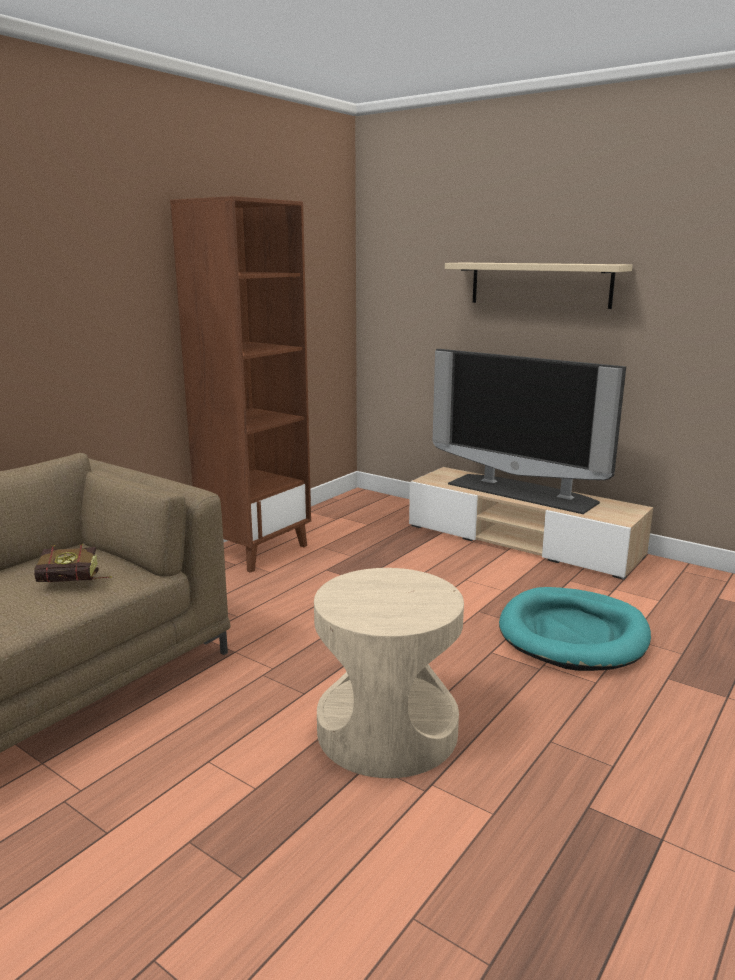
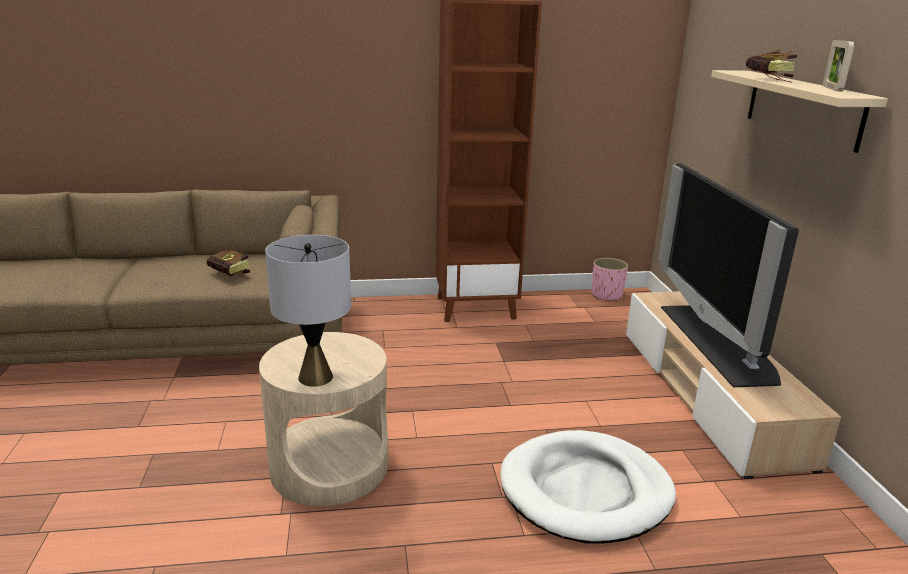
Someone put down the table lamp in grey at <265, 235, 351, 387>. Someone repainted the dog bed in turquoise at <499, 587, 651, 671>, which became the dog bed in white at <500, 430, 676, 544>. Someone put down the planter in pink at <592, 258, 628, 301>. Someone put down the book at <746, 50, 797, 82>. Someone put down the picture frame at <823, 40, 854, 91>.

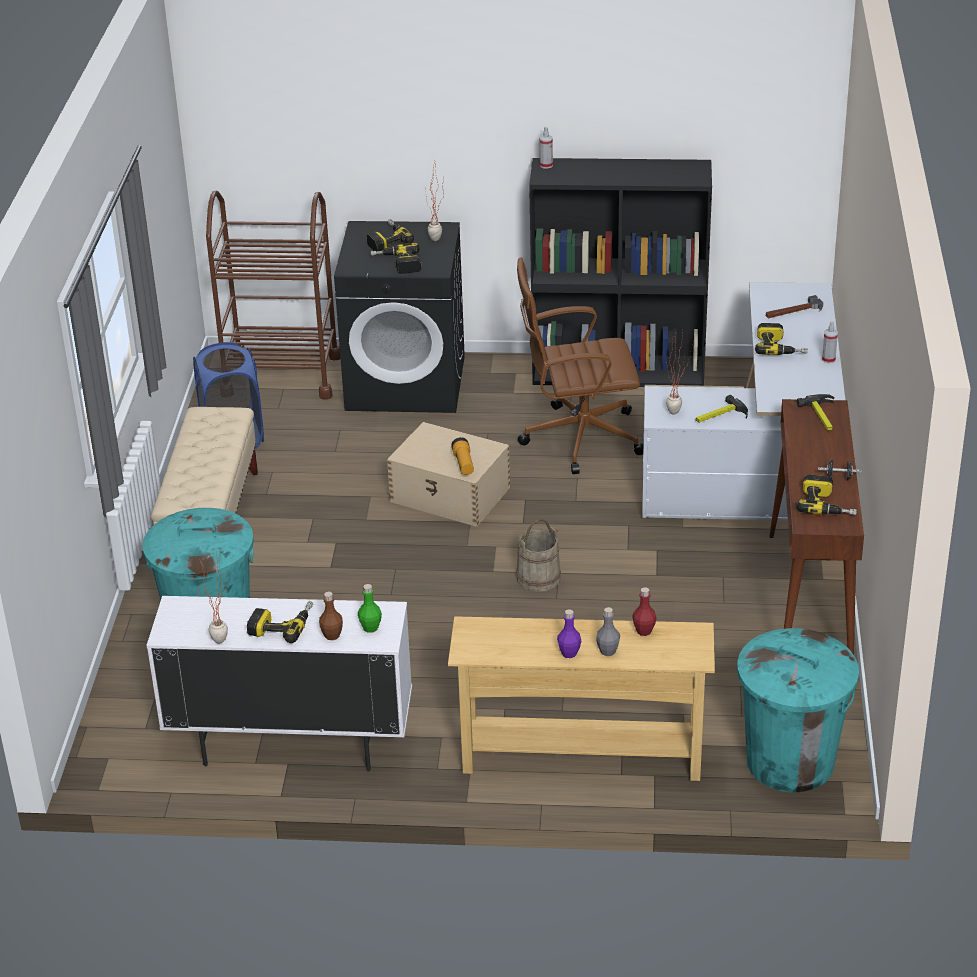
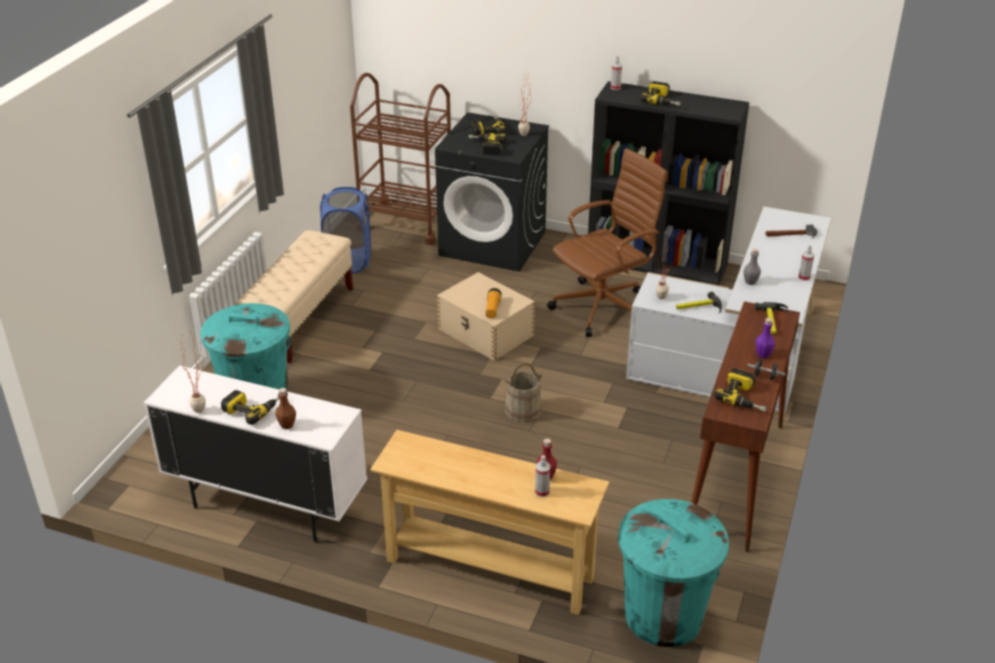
Someone put down the spray bottle at <535, 455, 550, 497>. Someone rotated the office chair in brown at <517, 257, 643, 474> by 135 degrees clockwise. Someone carried the power drill from <755, 323, 808, 355> to <640, 81, 681, 106>. Someone carried the bottle in grey from <596, 607, 620, 656> to <743, 248, 761, 285>. Someone carried the bottle in purple from <557, 609, 581, 658> to <756, 318, 775, 358>. Someone took away the bottle in green at <358, 584, 382, 633>.

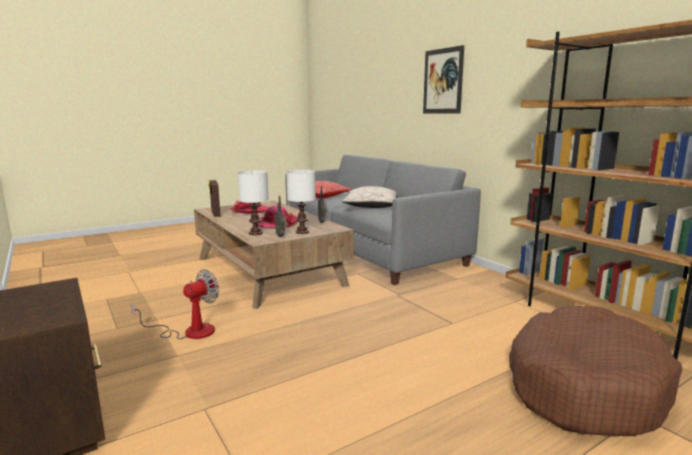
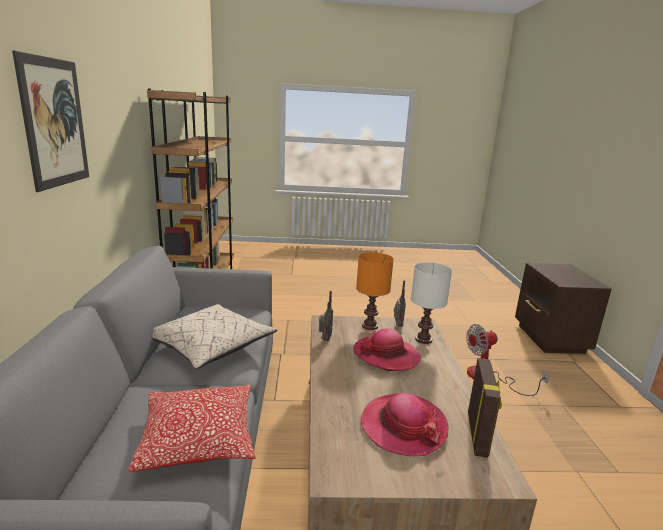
Someone repainted the table lamp in white at <286, 170, 316, 234>, which became the table lamp in orange at <356, 252, 394, 330>. Someone took away the dog bed in brown at <509, 306, 683, 436>.

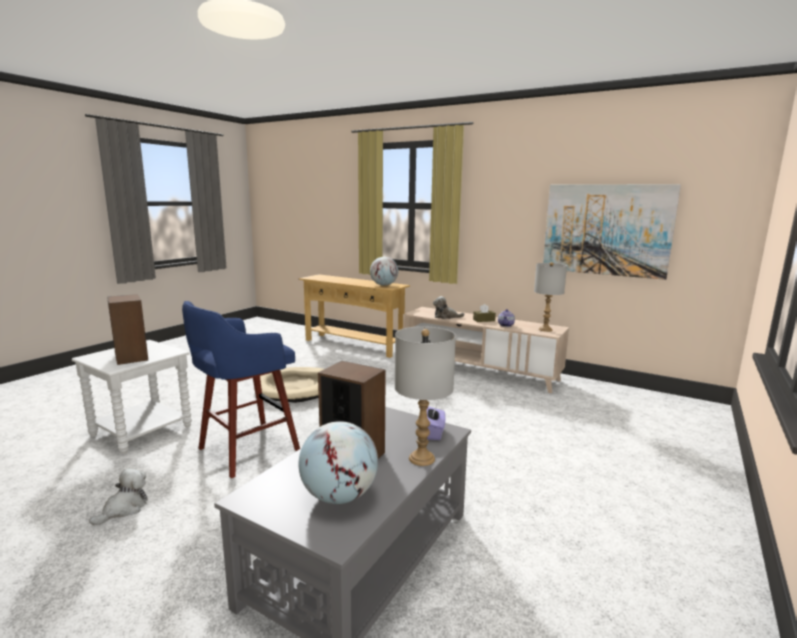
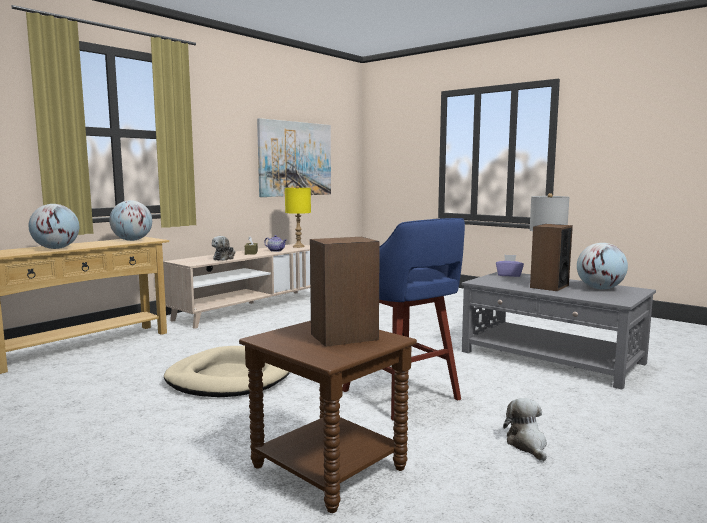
Someone put down the globe at <28, 204, 79, 249>. Someone repainted the side table in white at <72, 340, 192, 454>, which became the side table in brown at <239, 321, 417, 513>. Someone repainted the table lamp in grey at <534, 262, 567, 332>, which became the table lamp in yellow at <285, 186, 311, 248>. Someone rotated the plush toy at <89, 468, 148, 525> by 45 degrees clockwise.

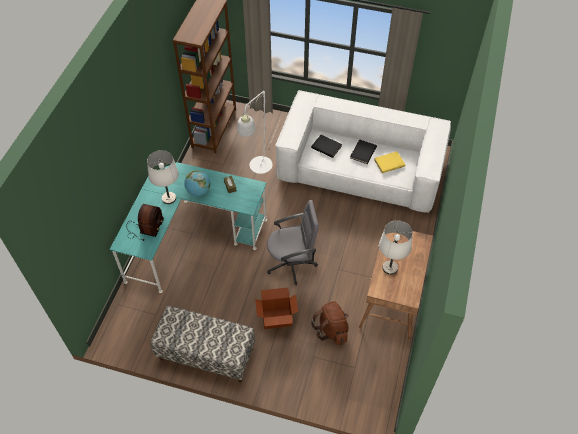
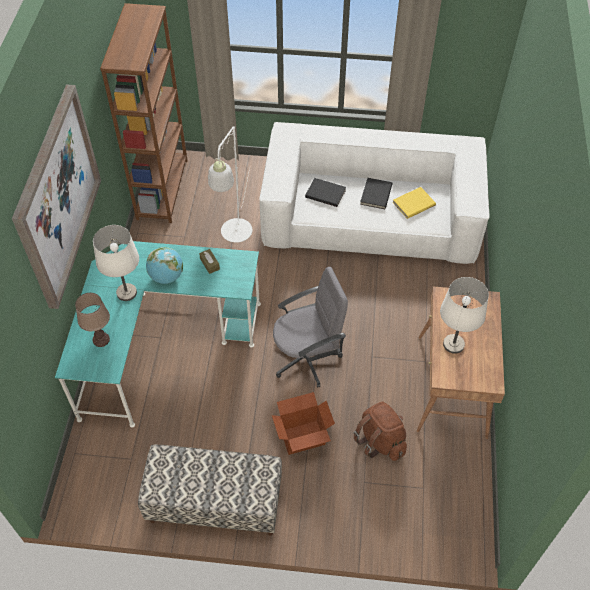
Someone put up the picture at <12, 84, 101, 309>. Someone swapped the radio at <126, 204, 164, 241> for the table lamp in brown at <75, 293, 110, 347>.

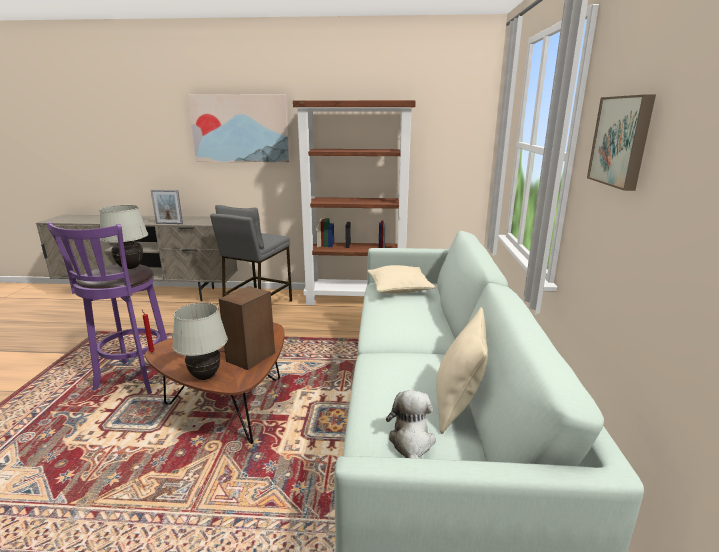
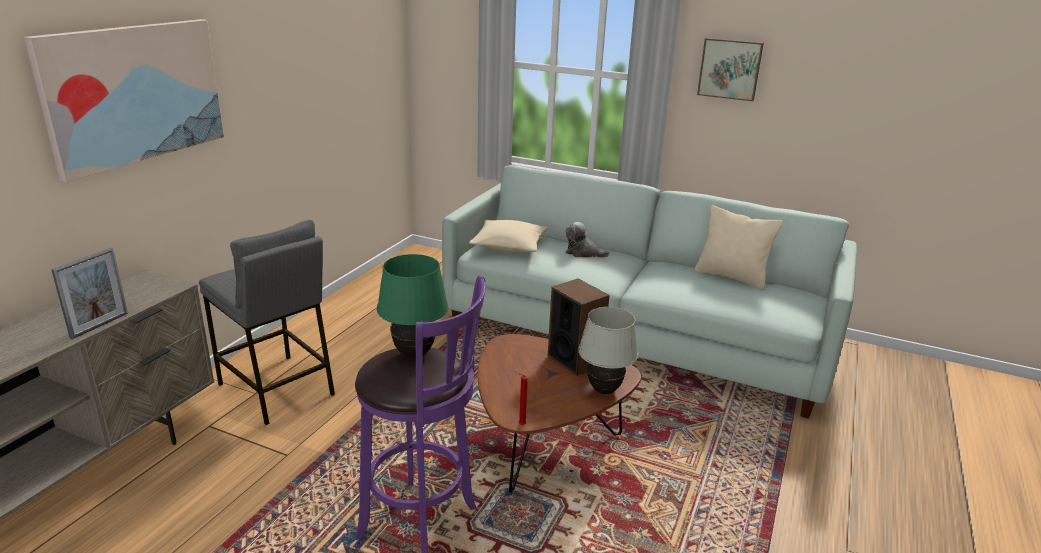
Someone repainted the table lamp in white at <100, 205, 148, 269>, which became the table lamp in green at <377, 254, 448, 359>. Someone carried the plush toy from <386, 390, 436, 458> to <565, 221, 610, 258>. Someone took away the bookcase in brown at <293, 100, 416, 305>.

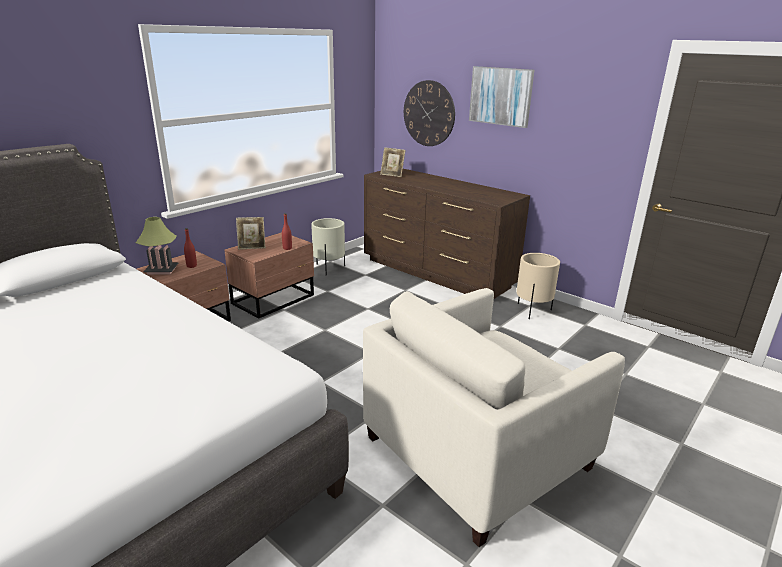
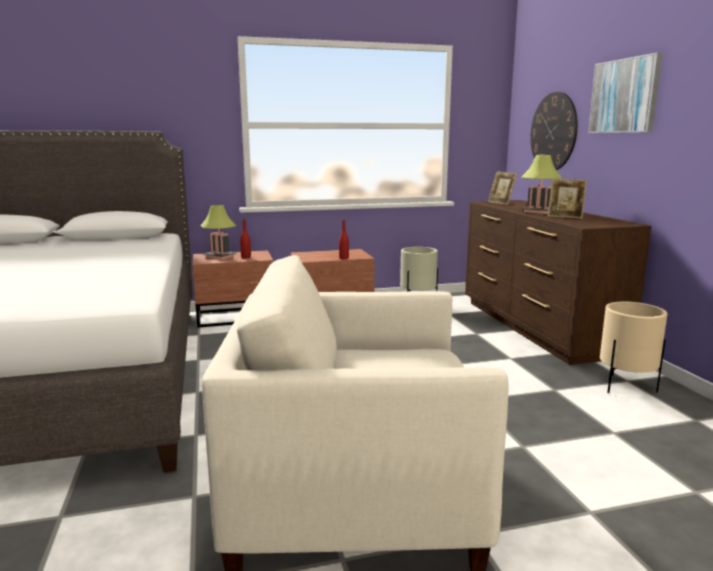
Someone put down the table lamp at <521, 155, 562, 214>. Someone carried the picture frame from <236, 217, 266, 250> to <548, 179, 587, 218>.

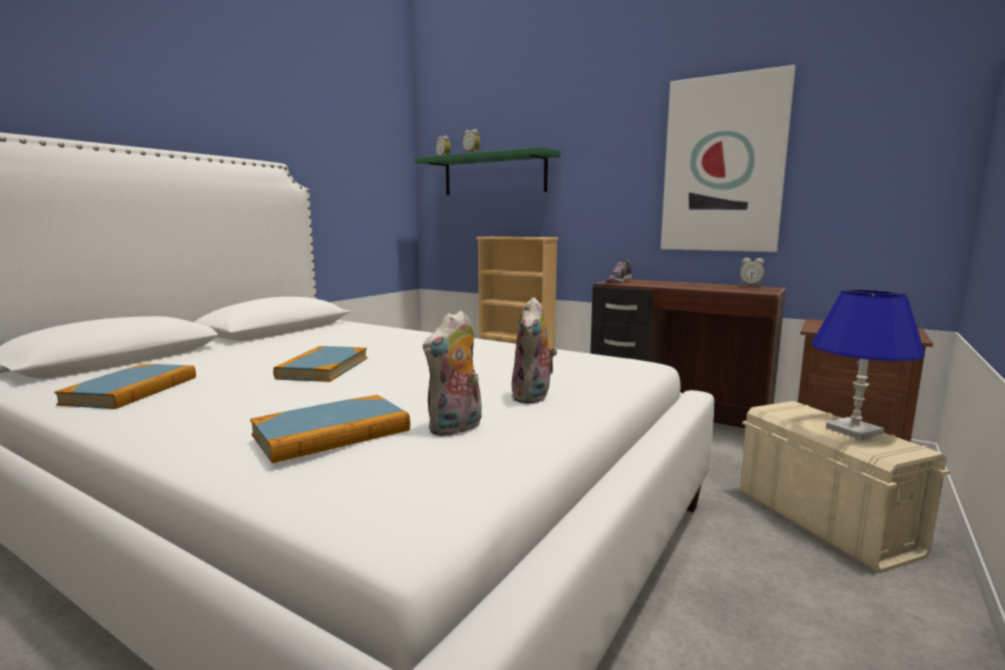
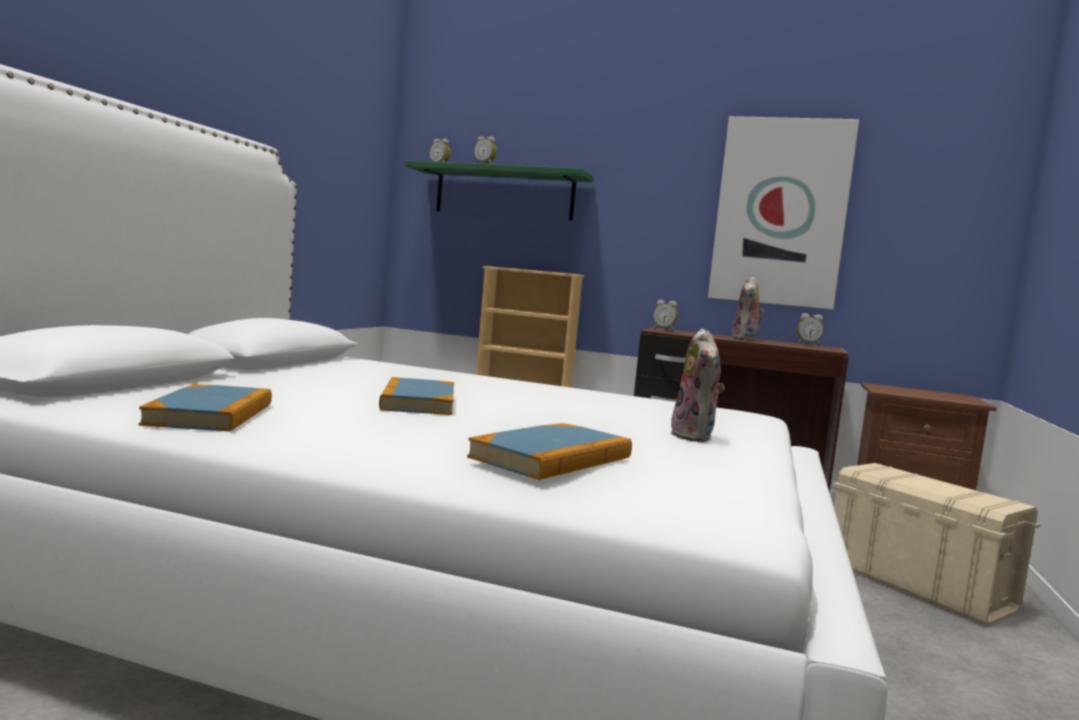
Someone swapped the shoe at <607, 260, 632, 282> for the alarm clock at <653, 300, 678, 331>. Someone carried the plush toy from <423, 310, 482, 436> to <731, 277, 764, 341>. Someone took away the table lamp in blue at <812, 290, 925, 440>.

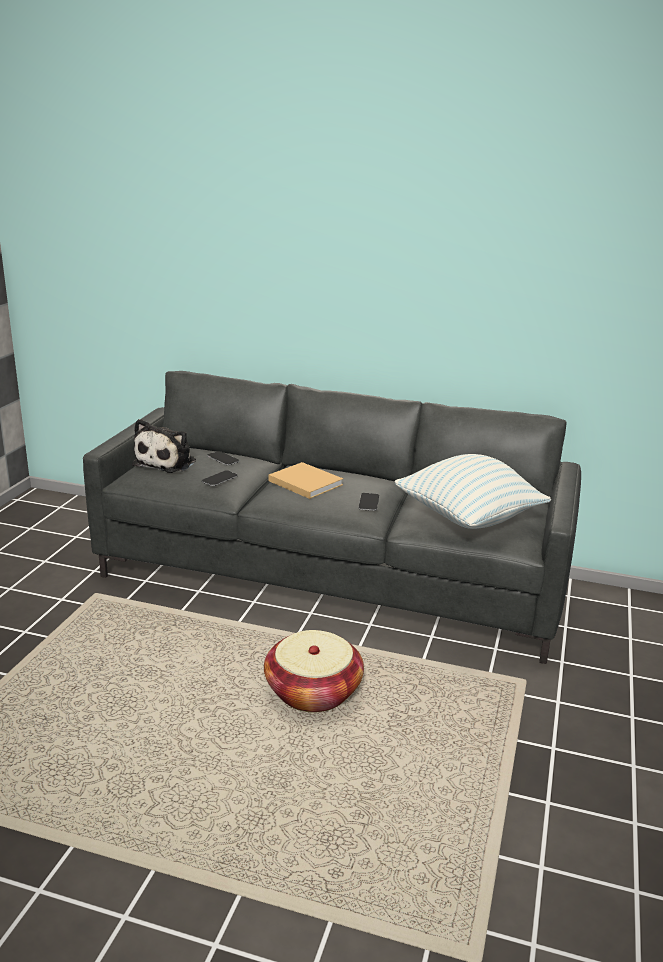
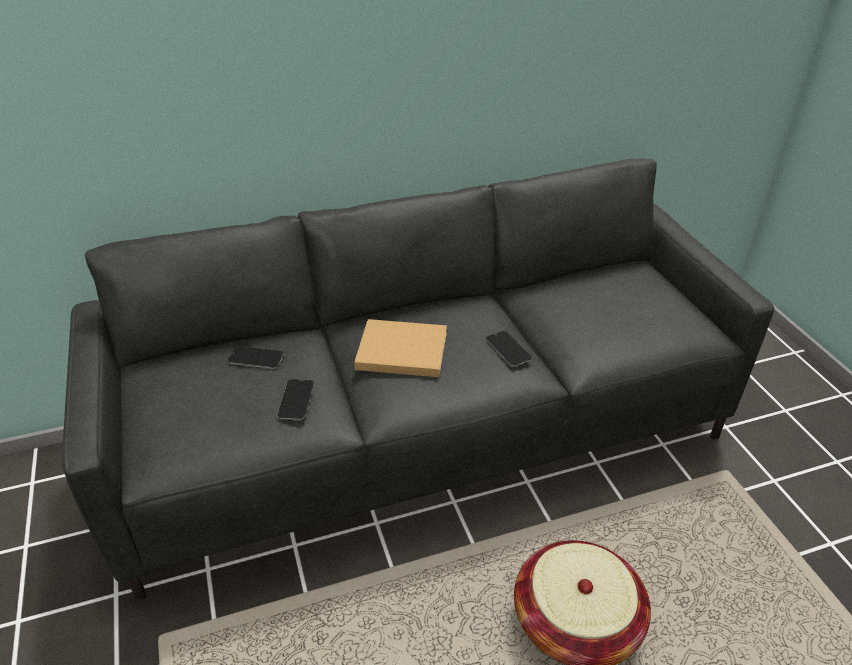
Someone took away the plush toy at <132, 419, 196, 473>. Someone took away the pillow at <394, 454, 551, 529>.

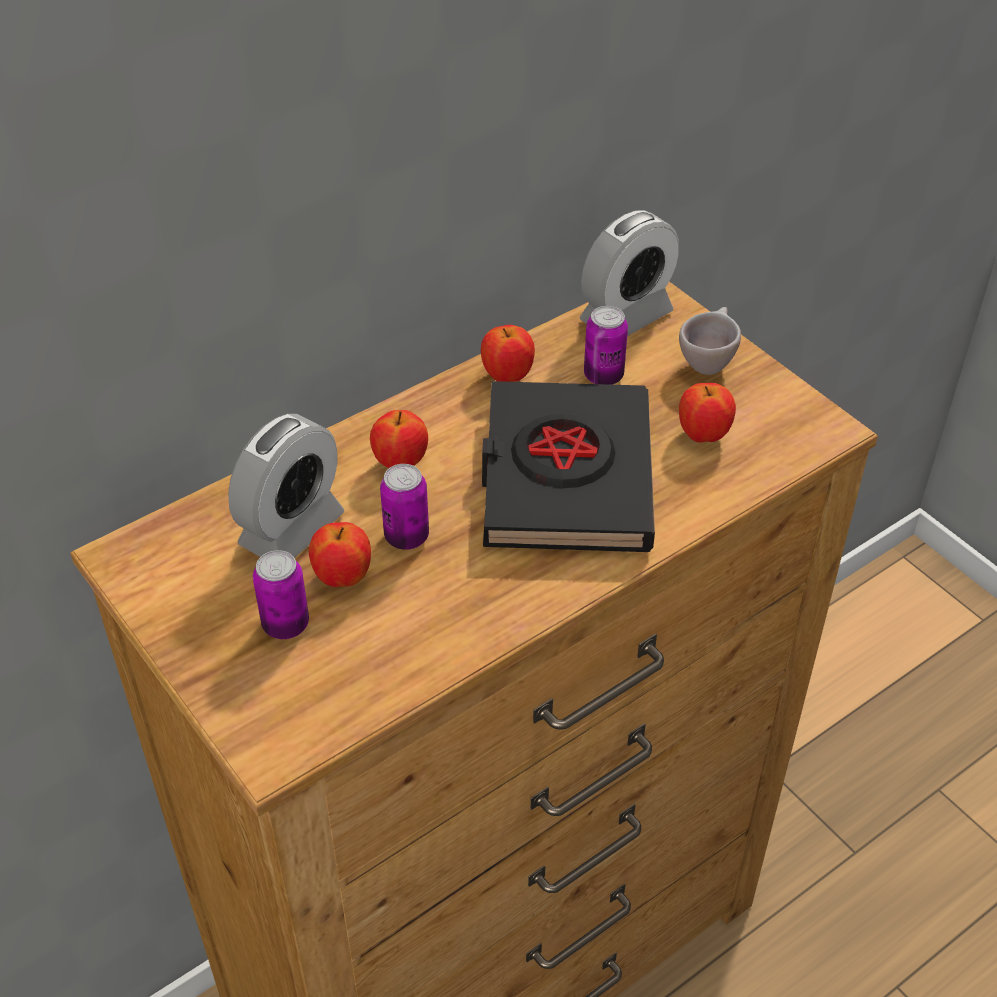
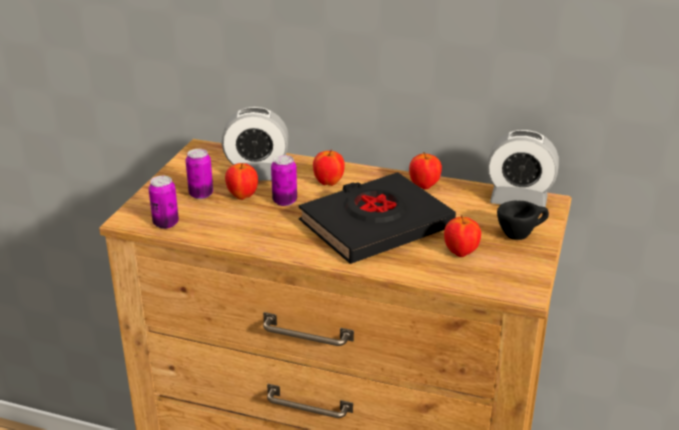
Someone carried the can from <584, 306, 628, 385> to <148, 176, 179, 229>. Someone repainted the cup in beige at <679, 307, 741, 375>, which became the cup in black at <497, 201, 549, 240>.

